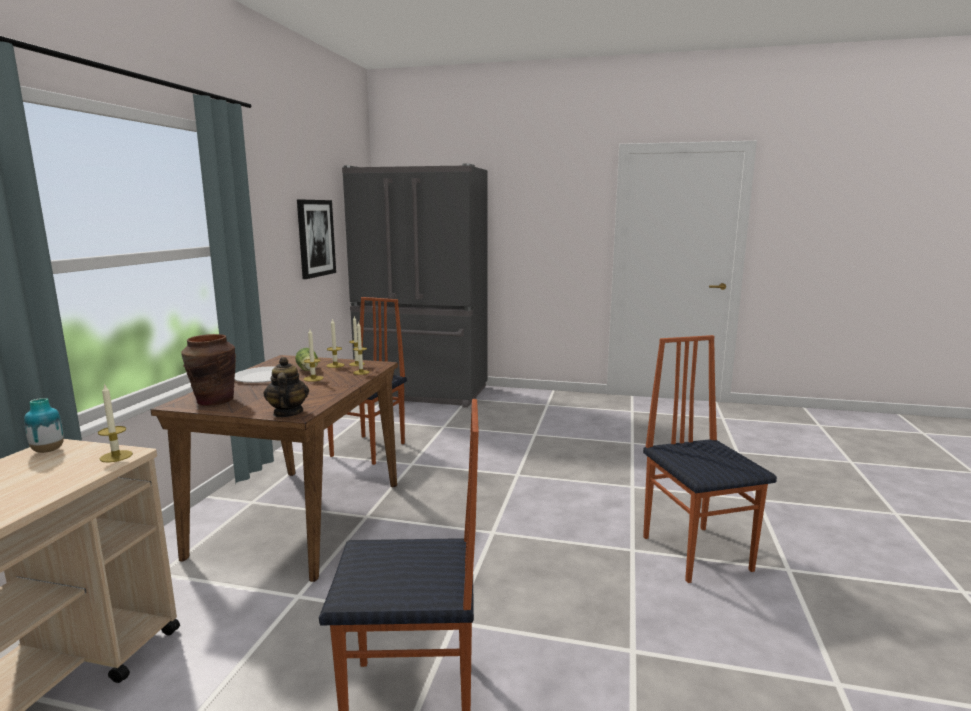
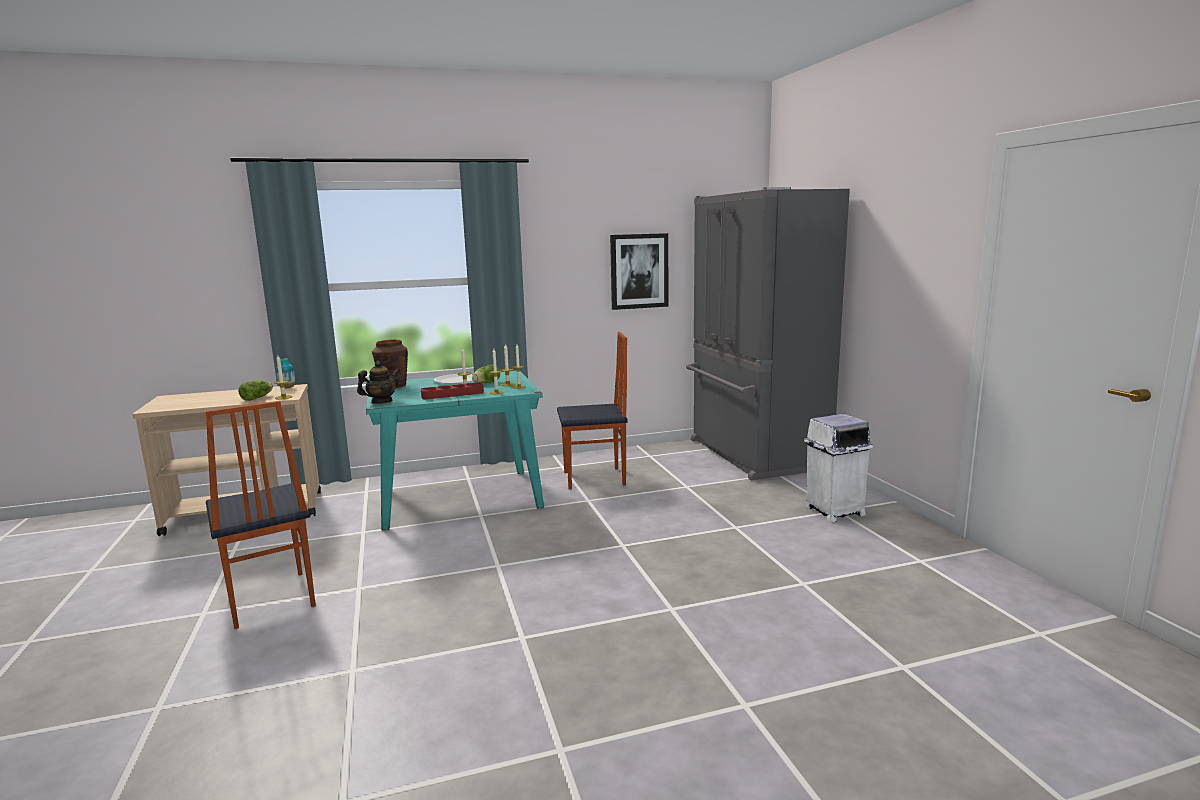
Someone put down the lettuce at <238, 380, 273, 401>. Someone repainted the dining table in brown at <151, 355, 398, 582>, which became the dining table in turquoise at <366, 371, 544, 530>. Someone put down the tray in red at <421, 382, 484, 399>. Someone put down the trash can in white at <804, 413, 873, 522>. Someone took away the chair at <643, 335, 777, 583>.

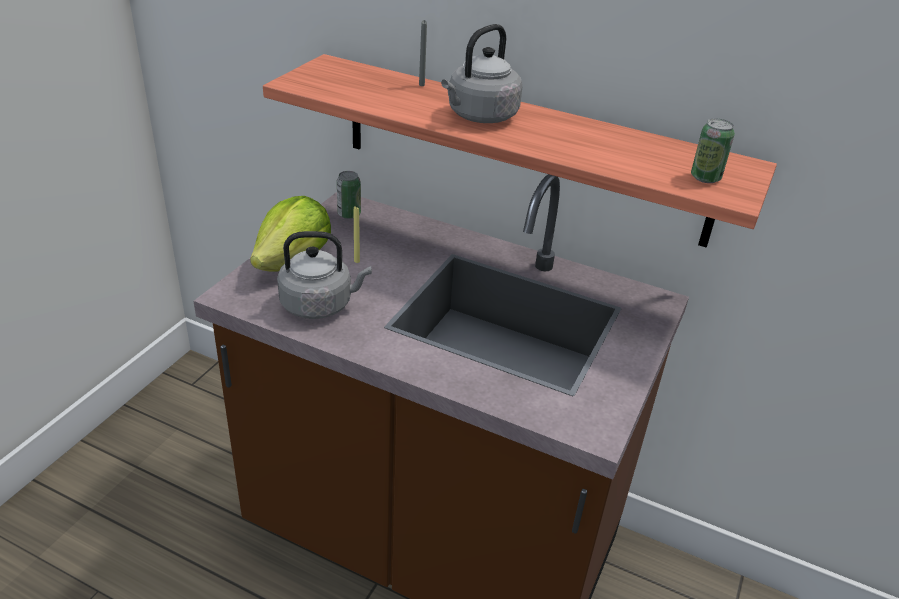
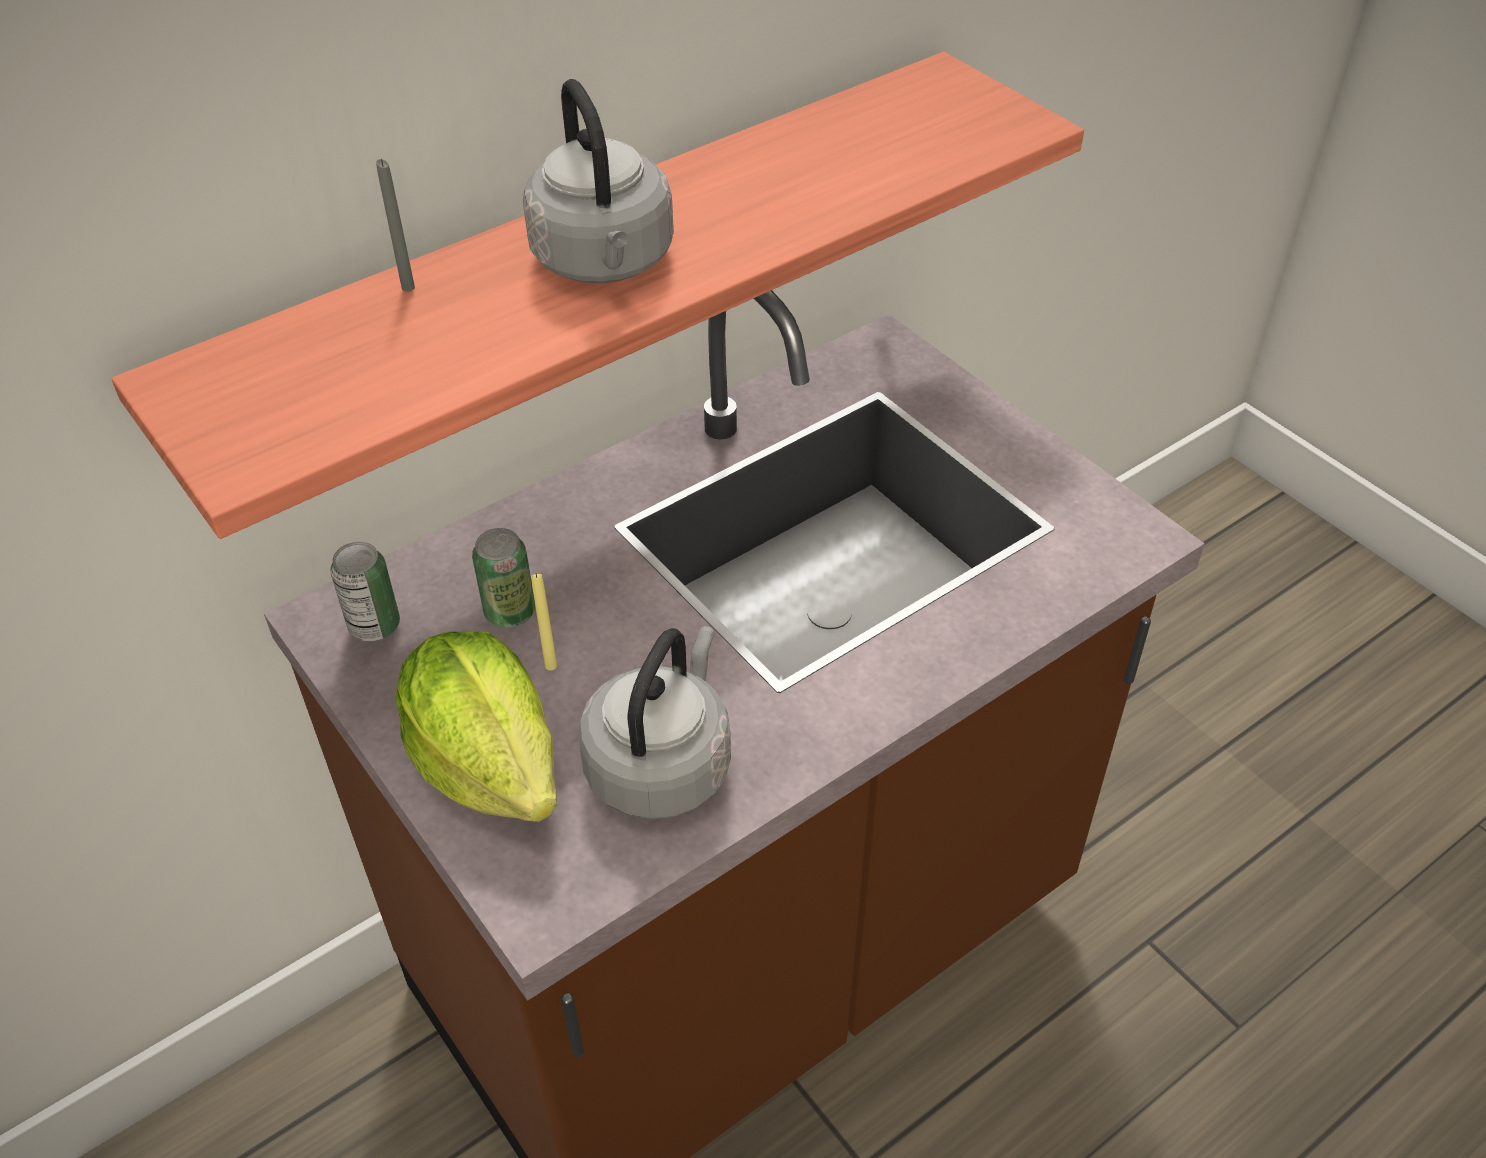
Someone carried the can from <691, 119, 735, 183> to <472, 528, 535, 628>.

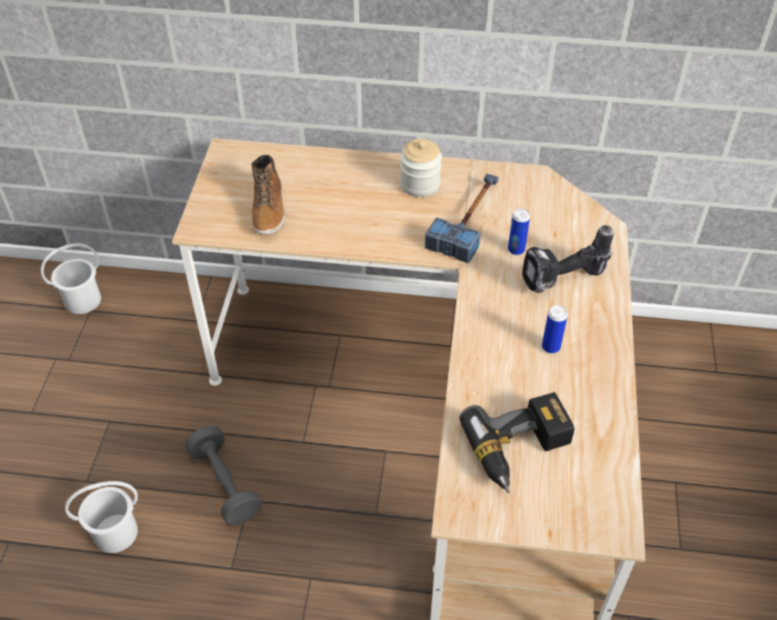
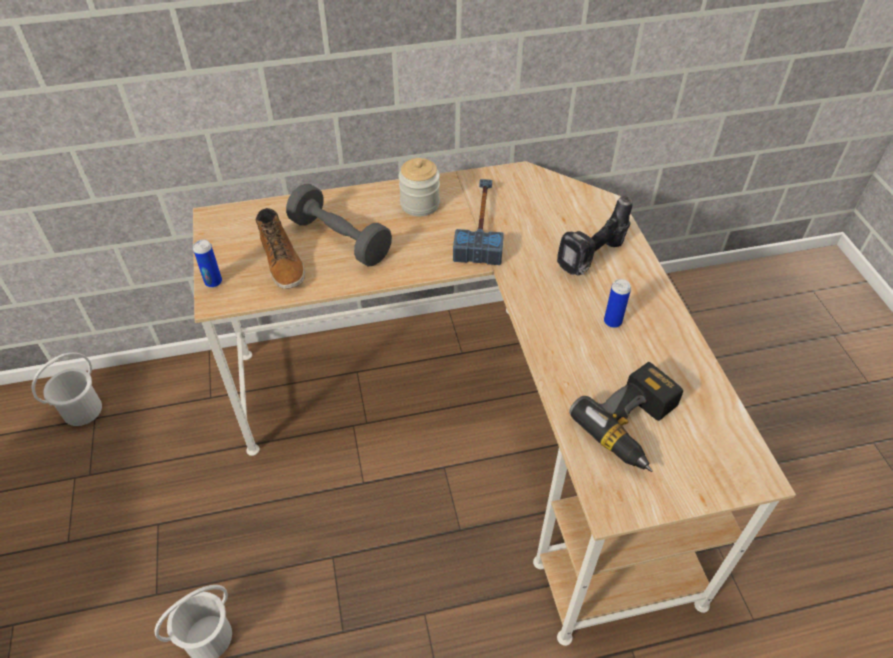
Someone carried the can from <508, 208, 530, 255> to <193, 240, 222, 288>. Someone carried the dumbbell in grey from <185, 426, 262, 525> to <286, 184, 392, 266>.

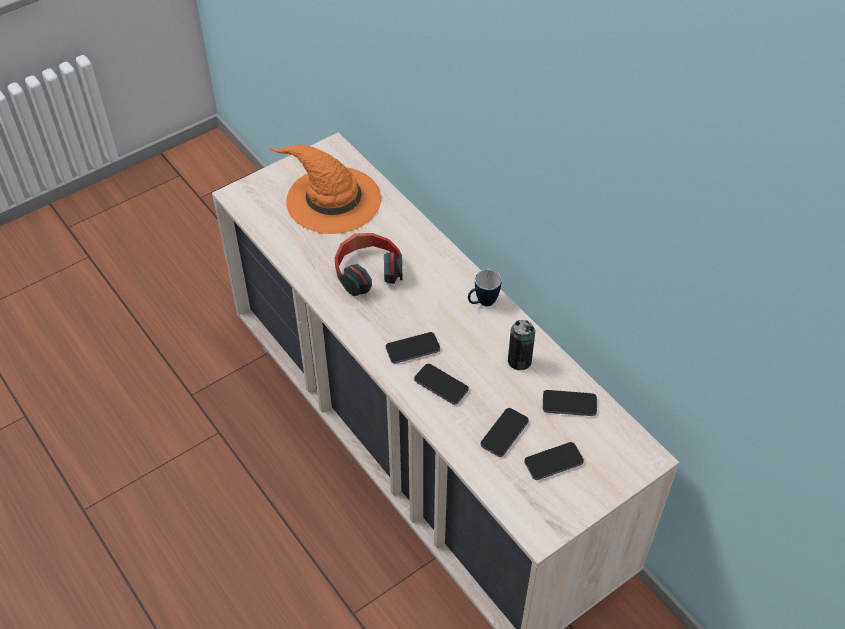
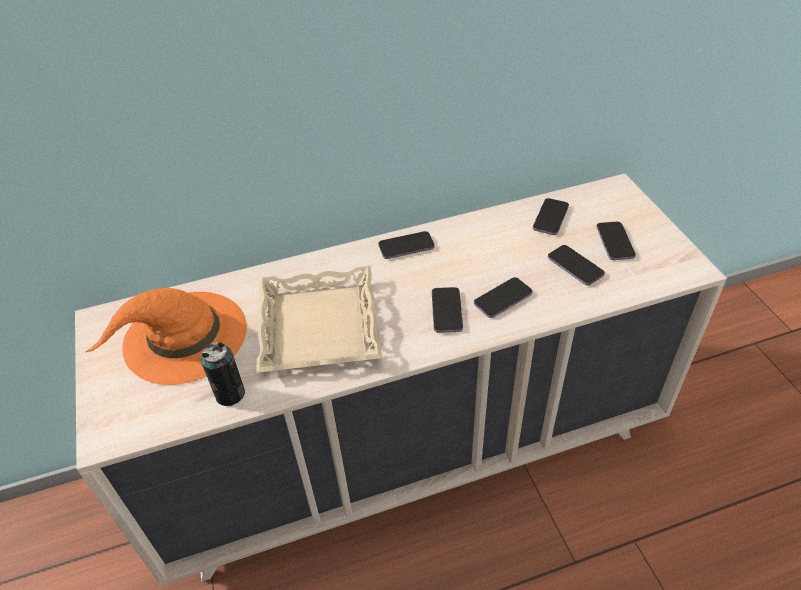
Someone carried the can from <508, 320, 535, 370> to <201, 342, 245, 406>. Someone swapped the headphones at <335, 233, 403, 296> for the tray in beige at <256, 266, 382, 373>. Someone swapped the mug at <468, 270, 502, 306> for the phone at <378, 231, 435, 259>.

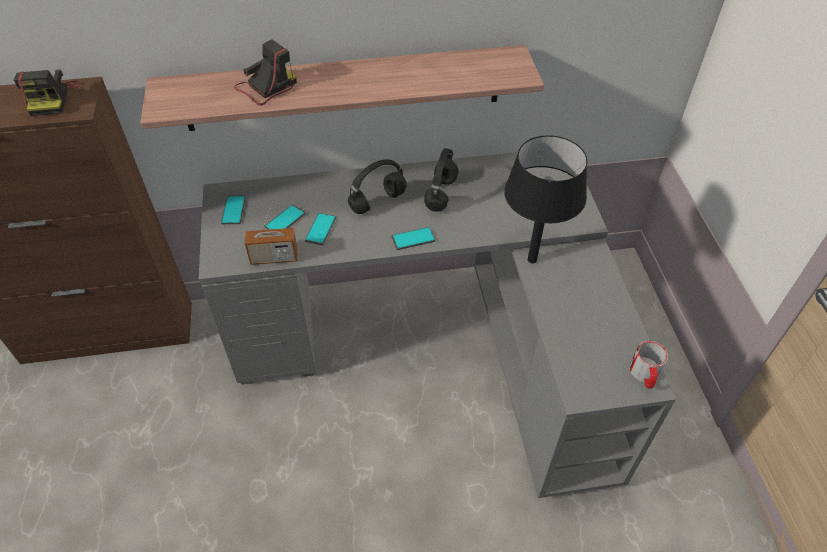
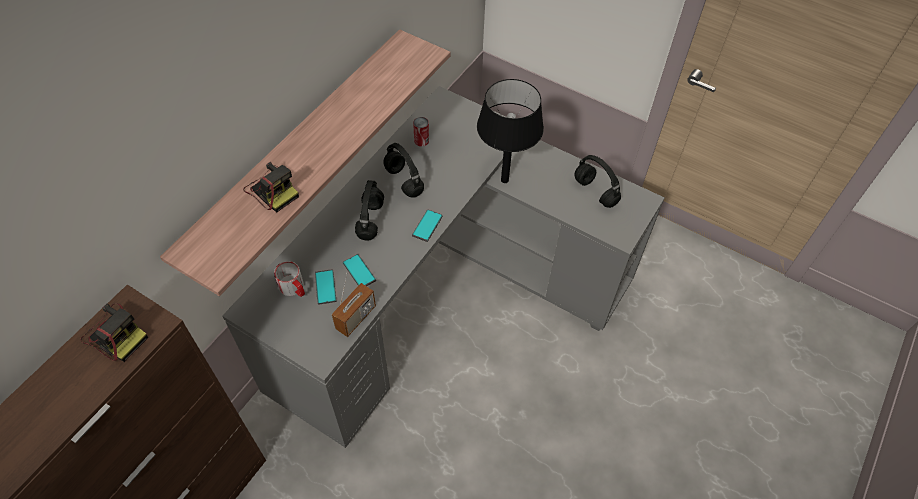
Someone rotated the photo camera at <234, 39, 297, 106> by 135 degrees clockwise. Someone carried the mug from <629, 341, 668, 388> to <274, 261, 305, 297>. Someone put down the can at <413, 117, 429, 147>. Someone put down the headphones in black at <574, 155, 621, 208>. Someone took away the phone at <221, 195, 246, 224>.

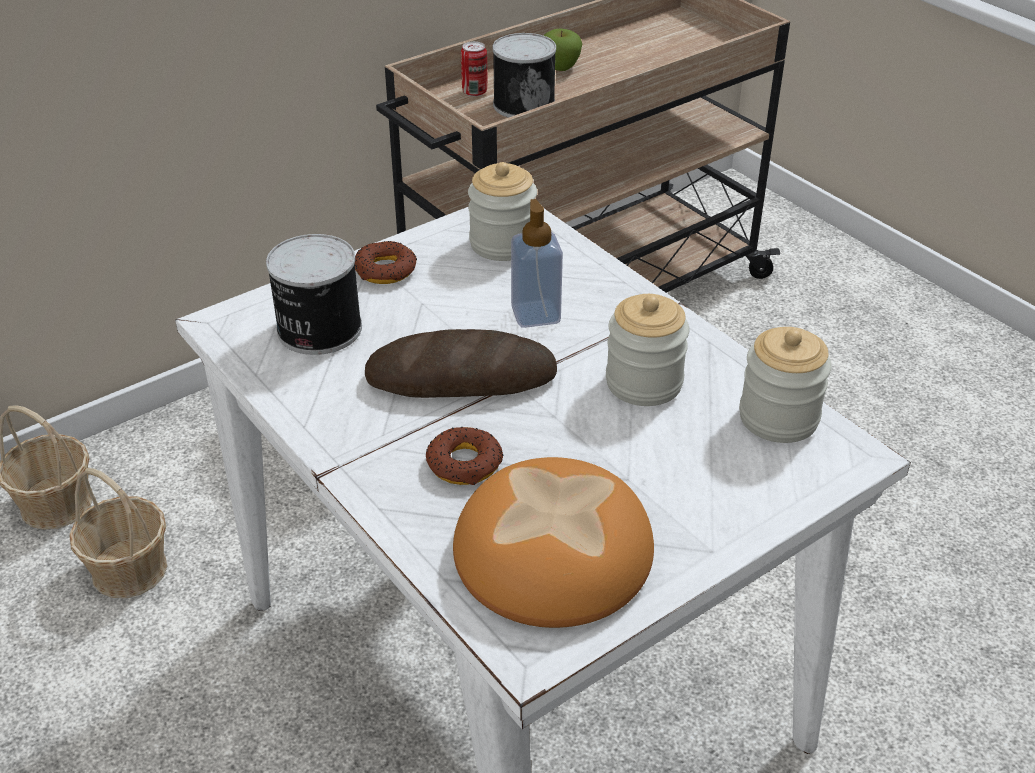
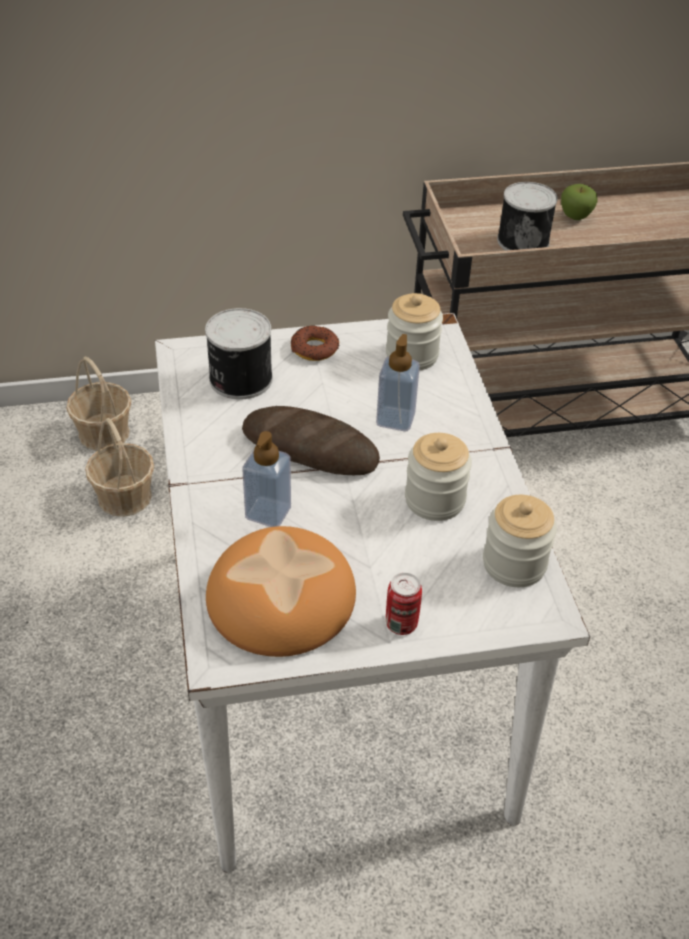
Someone swapped the donut at <426, 427, 503, 485> for the soap dispenser at <242, 431, 291, 527>. Someone carried the can from <461, 41, 487, 97> to <386, 573, 422, 635>.

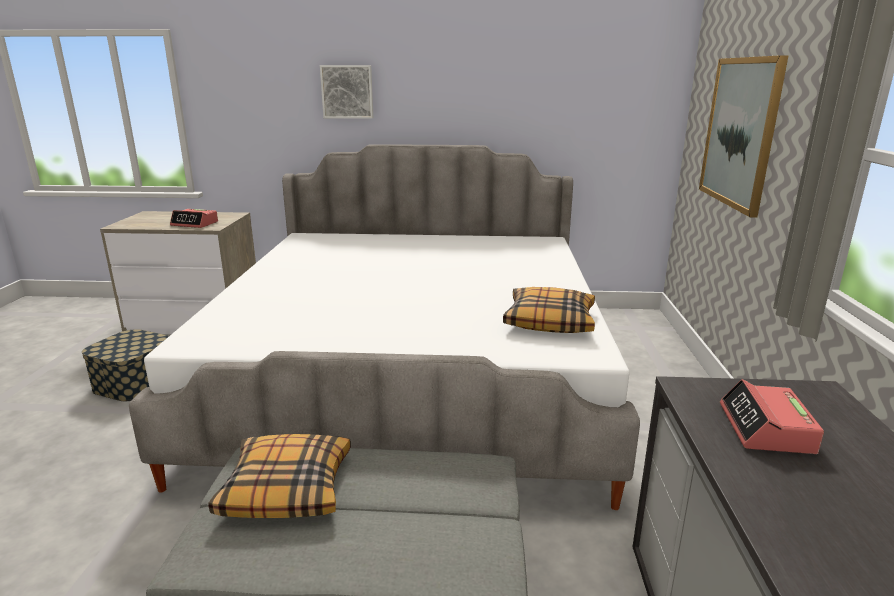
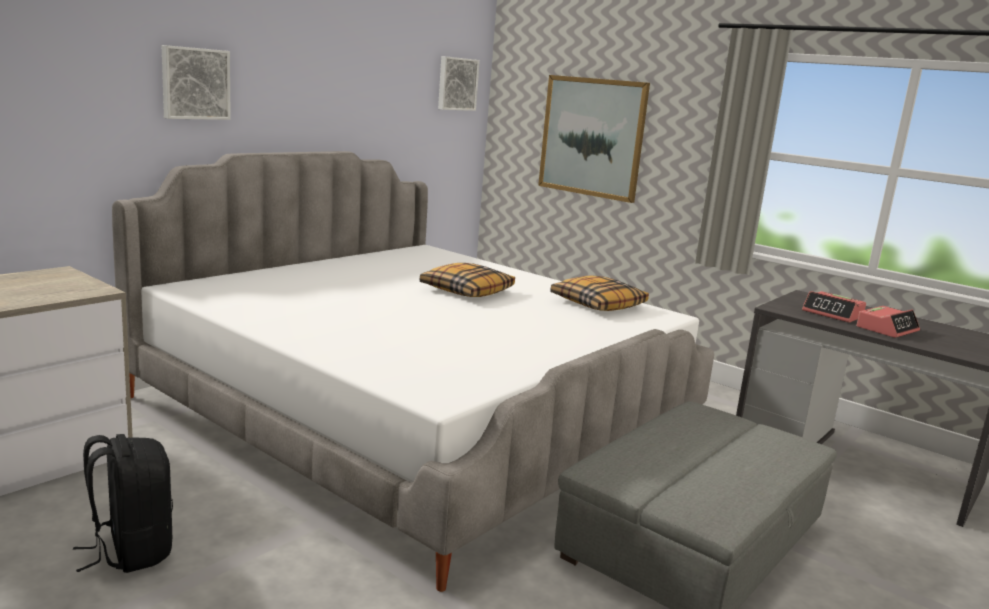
Someone swapped the storage box at <82, 329, 169, 401> for the backpack in black at <73, 434, 173, 573>. Someone carried the pillow from <208, 434, 351, 518> to <420, 263, 515, 297>. Someone put up the picture at <438, 56, 480, 111>. Someone carried the alarm clock from <170, 209, 218, 228> to <856, 306, 920, 338>.

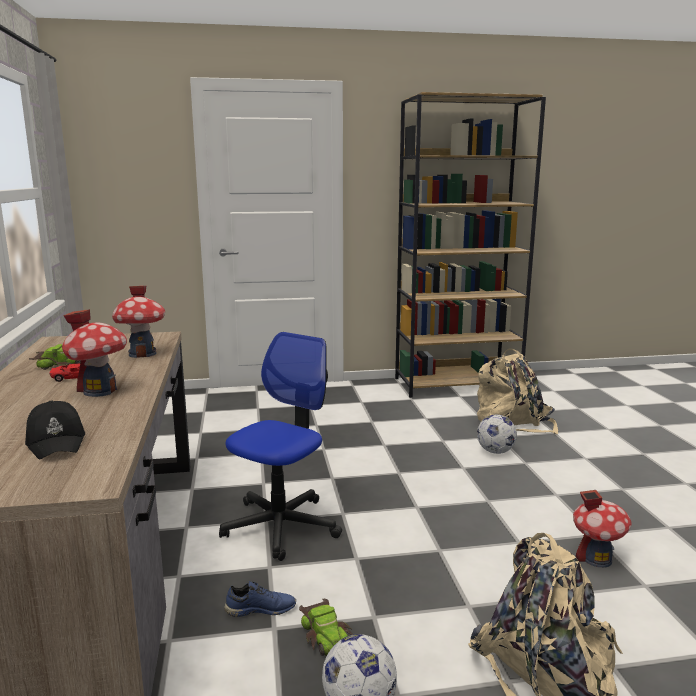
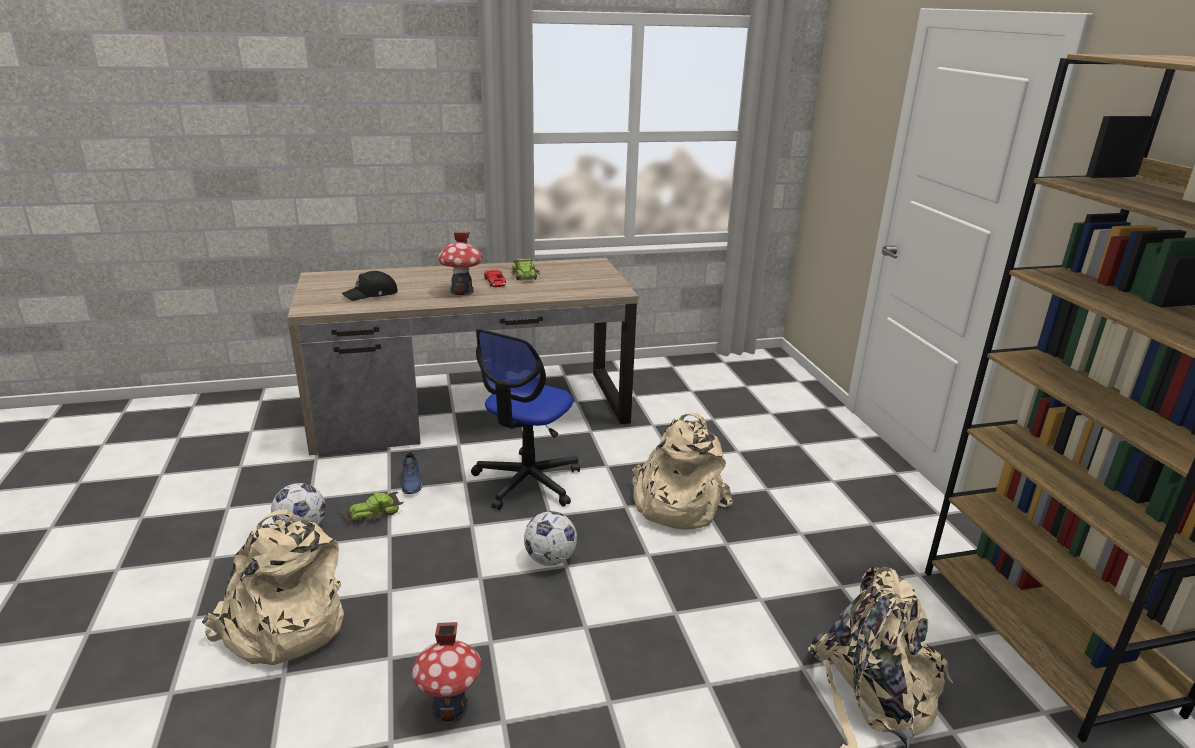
Someone rotated the office chair at <219, 332, 342, 561> by 90 degrees clockwise. Someone carried the football from <477, 415, 517, 454> to <524, 511, 577, 566>. Someone put down the backpack in beige at <632, 413, 733, 530>. Someone took away the toy house at <112, 286, 165, 358>.

